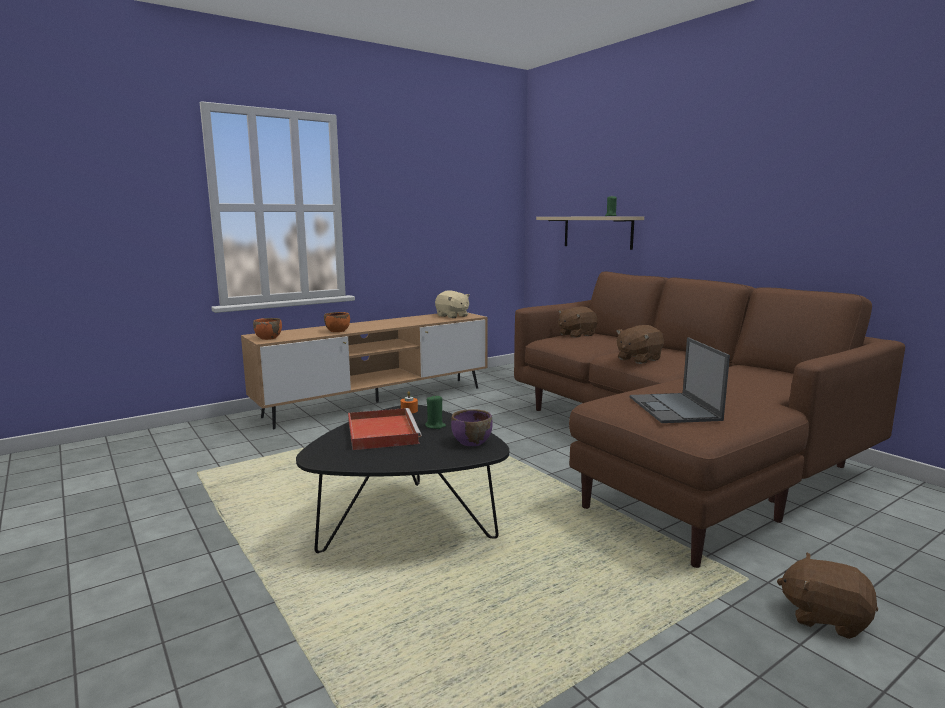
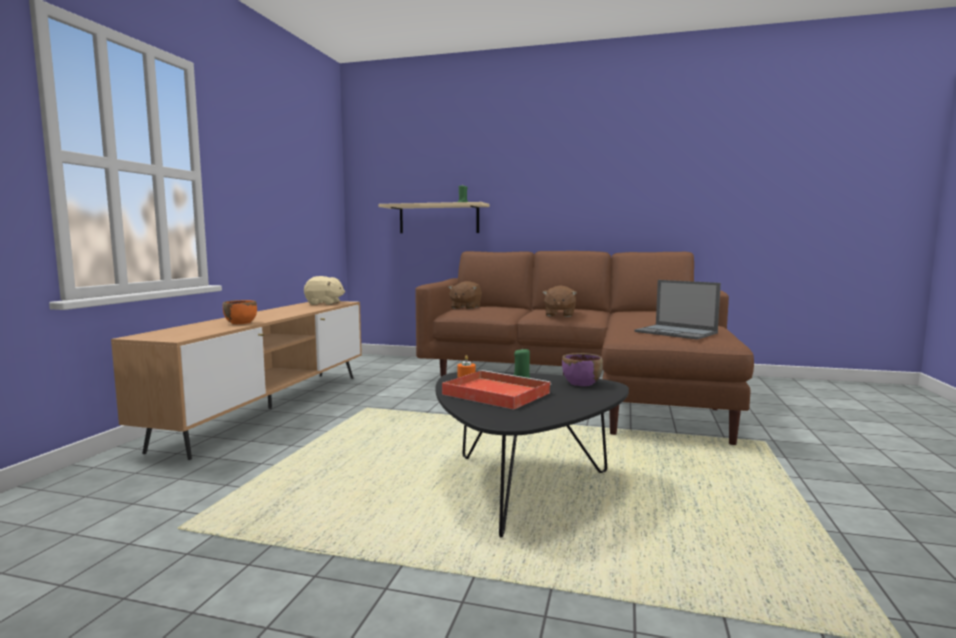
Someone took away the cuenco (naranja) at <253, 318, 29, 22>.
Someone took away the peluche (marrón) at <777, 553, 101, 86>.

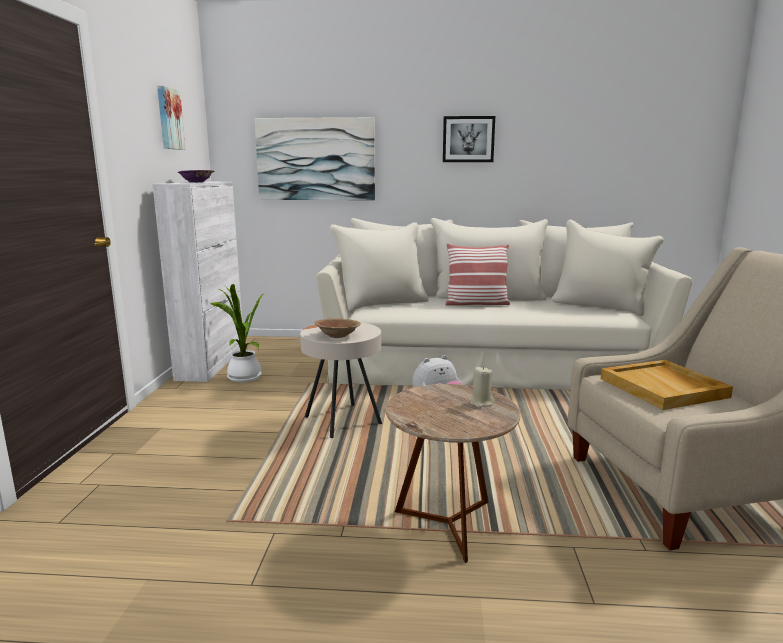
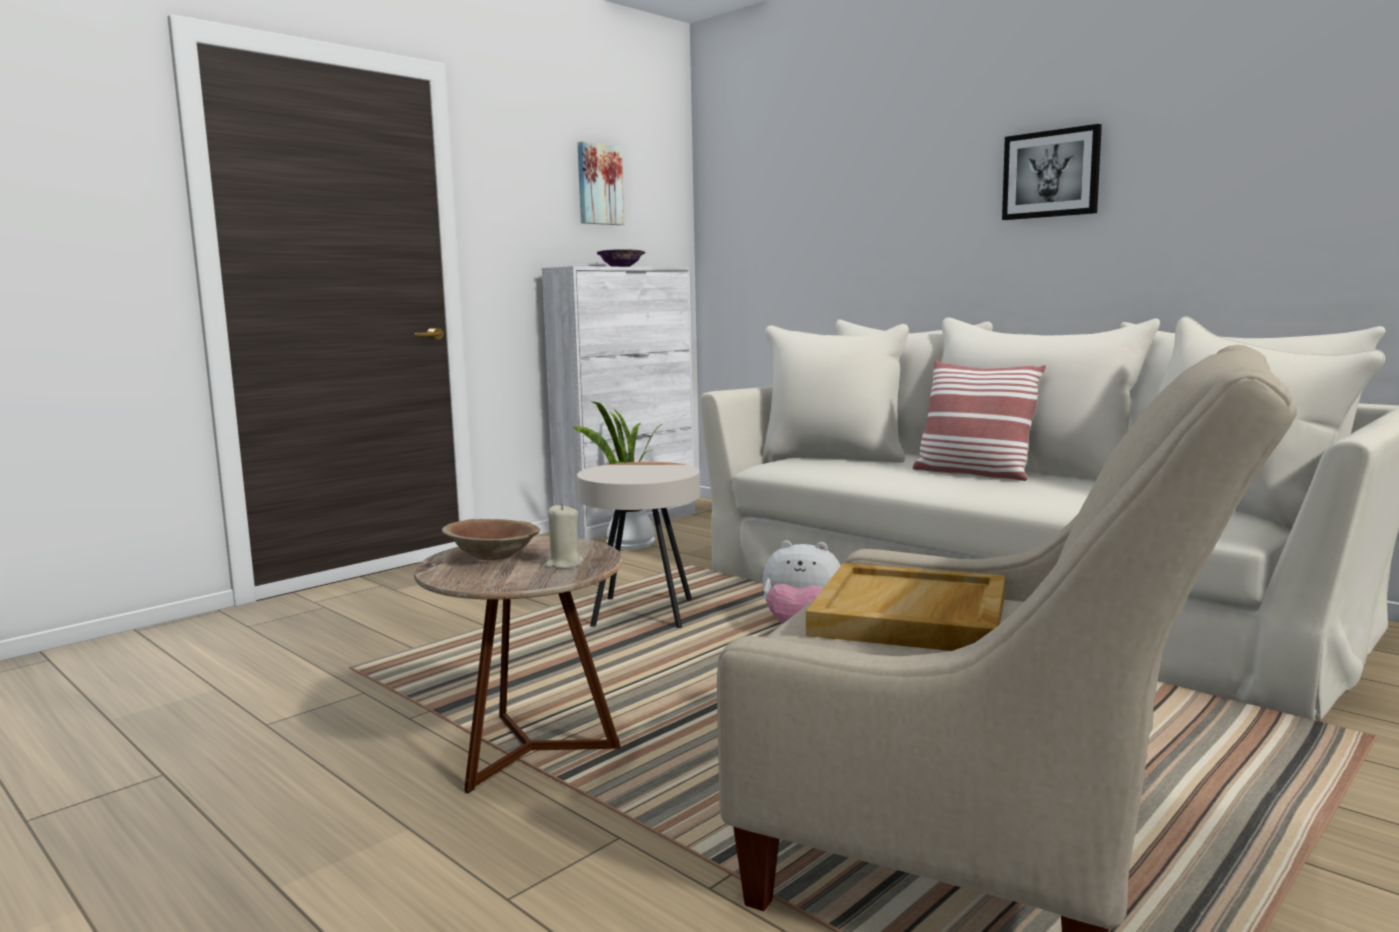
Someone took away the cuadro at <255, 117, 120, 83>.
Someone carried the cuenco (marrón) from <315, 318, 46, 20> to <442, 519, 98, 41>.

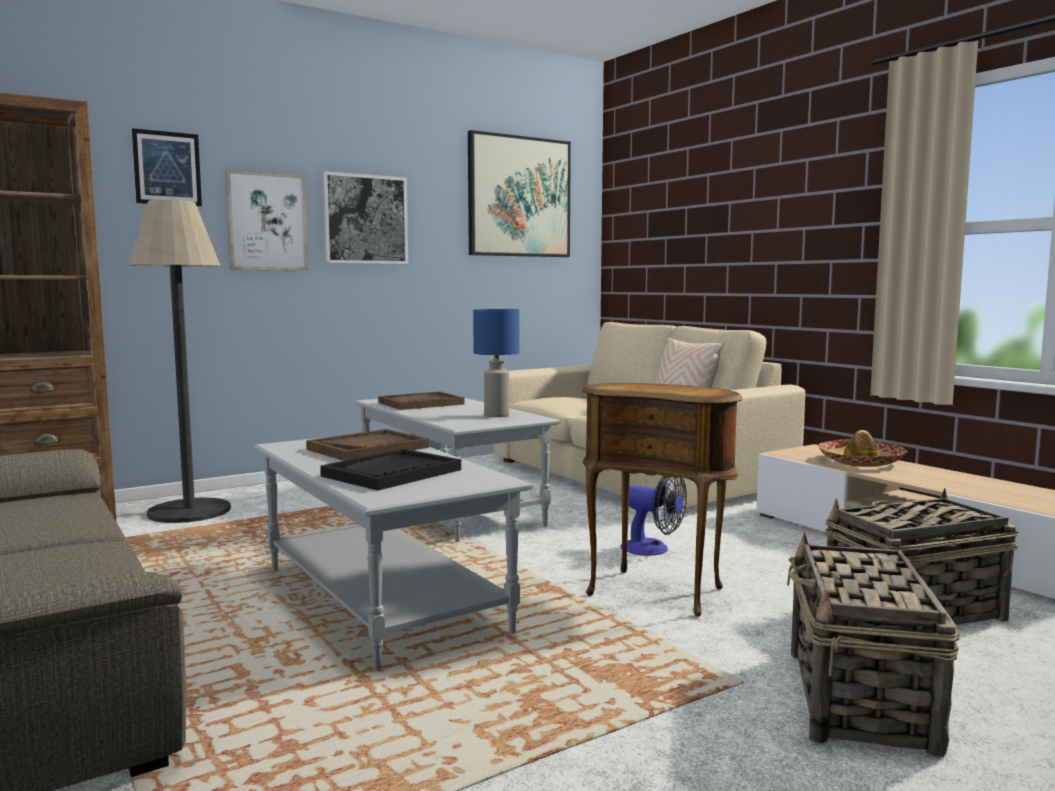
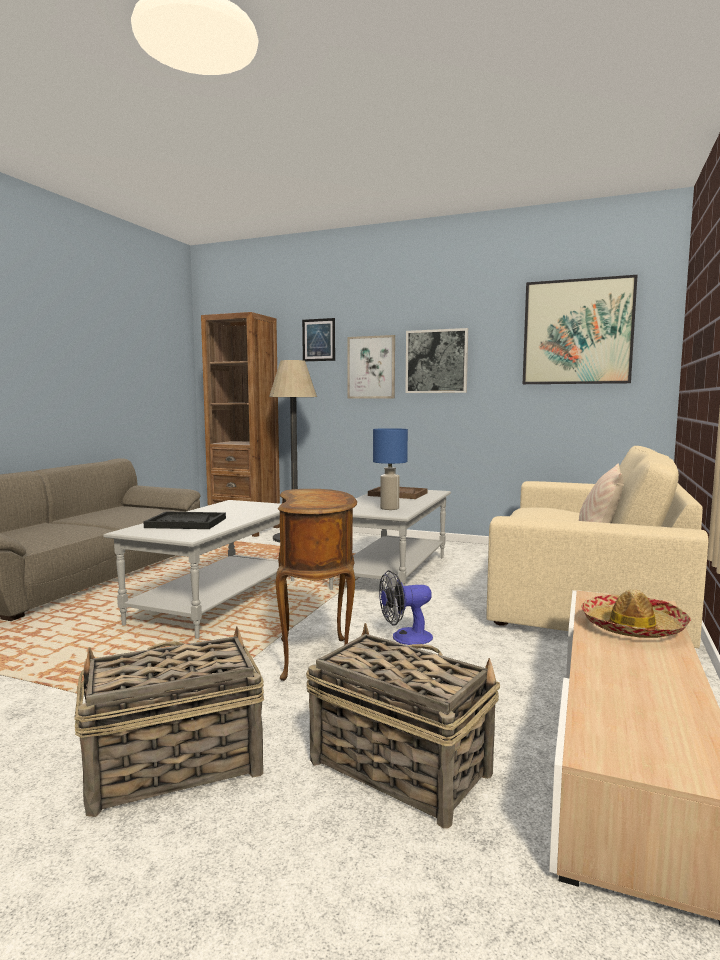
Someone took away the bandeja (marrón) at <306, 429, 123, 32>.
Someone rotated the ventilador at <621, 476, 66, 79> by 75 degrees clockwise.

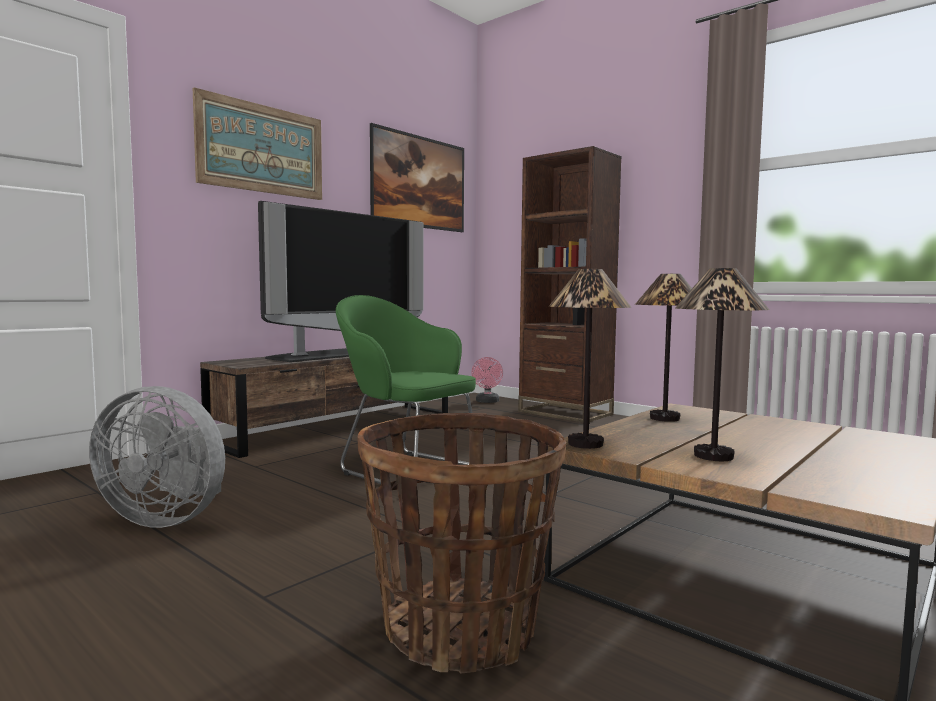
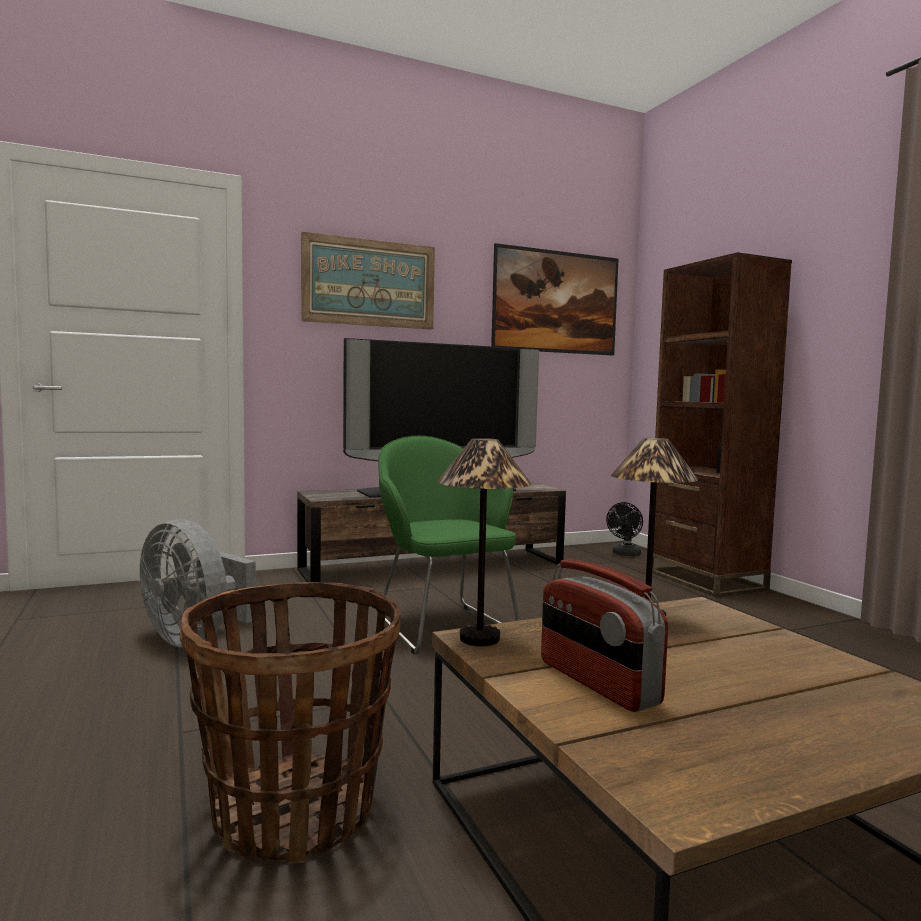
Someone swapped the lámpara de mesa at <675, 268, 94, 193> for the radio at <541, 559, 127, 153>.
Someone repainted the ventilador (rosa) at <471, 357, 32, 46>, which became the ventilador (negro) at <606, 502, 37, 54>.

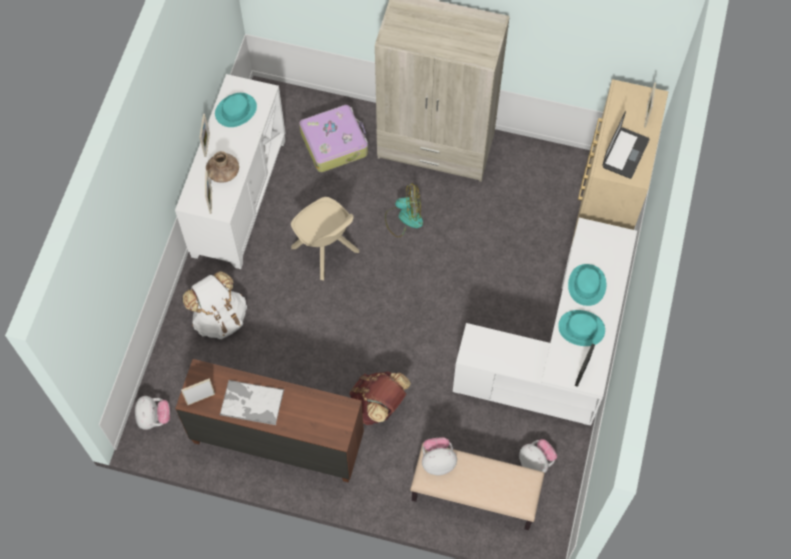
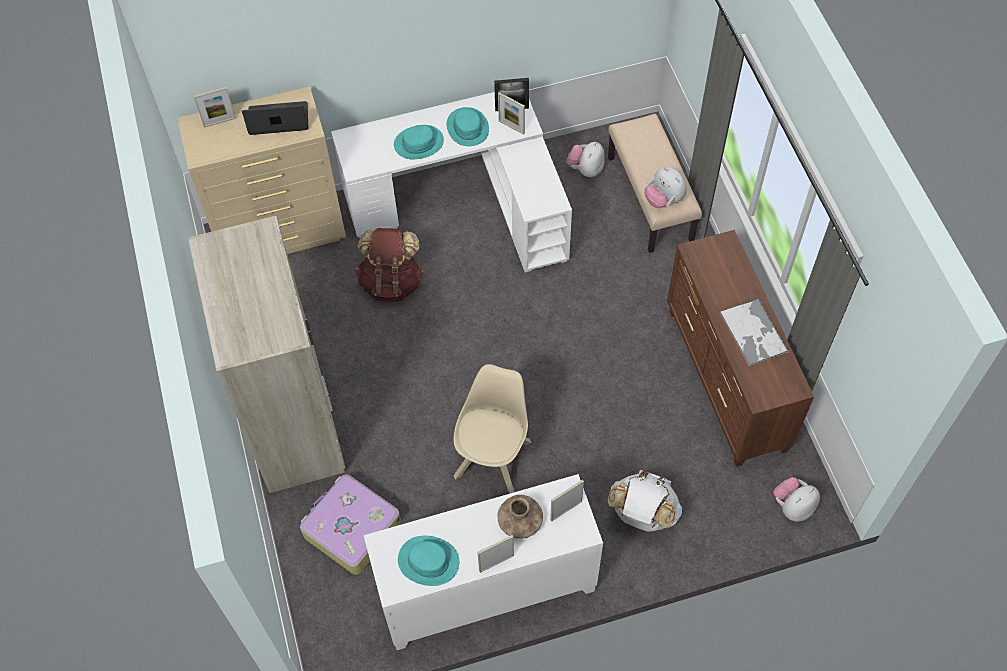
Someone took away the ventilador at <385, 183, 38, 54>.
Someone carried the mochila (marrón) from <349, 371, 62, 54> to <356, 228, 67, 74>.
Someone carried the portarretratos from <181, 378, 34, 27> to <498, 92, 27, 43>.

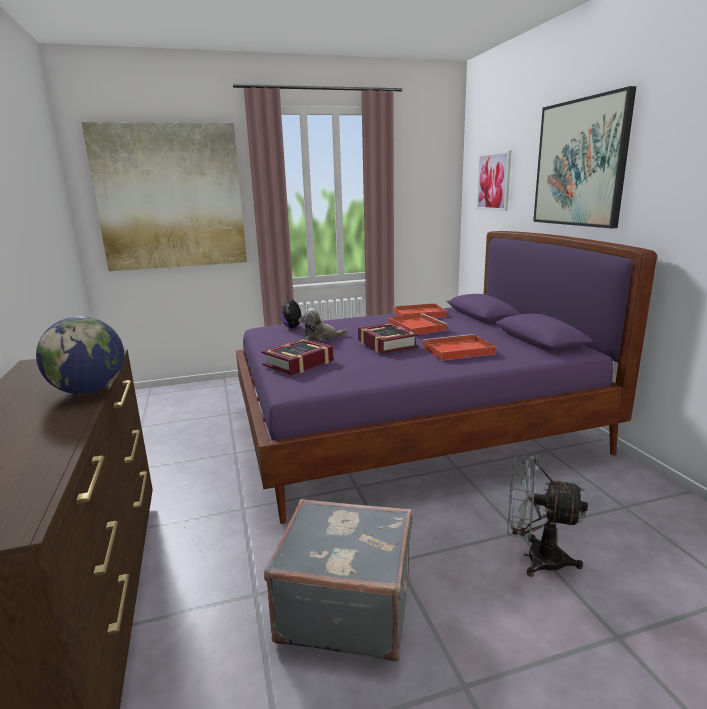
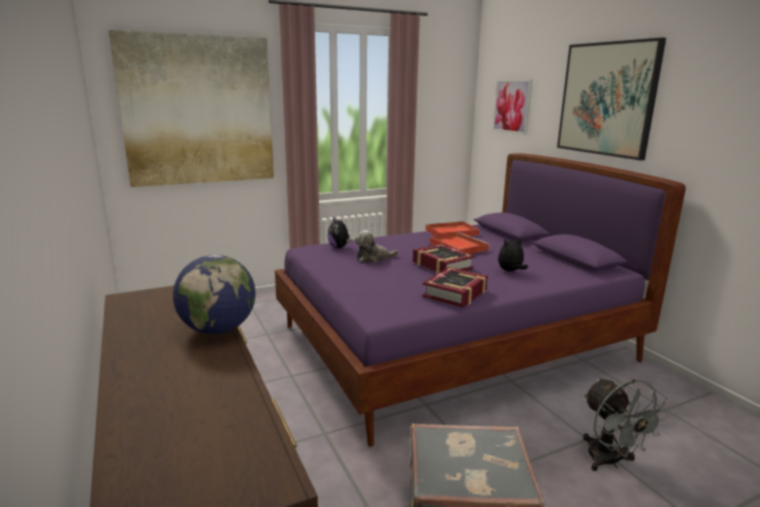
Someone swapped the bandeja (rojo) at <422, 334, 74, 27> for the peluche at <498, 237, 30, 35>.
Someone carried the libro from <261, 339, 73, 36> to <422, 267, 66, 41>.
Someone rotated the ventilador (gris) at <507, 453, 81, 124> by 120 degrees counterclockwise.

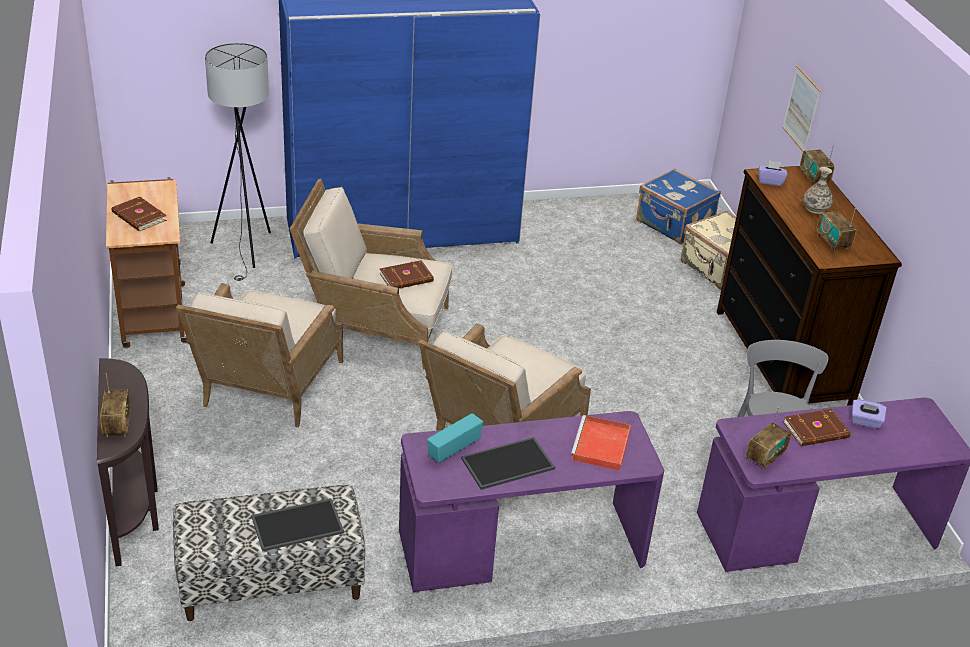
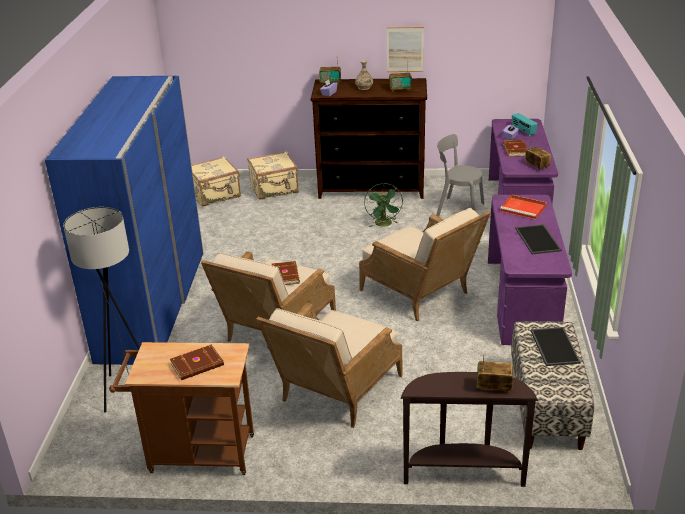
Someone carried the cuadro from <782, 65, 39, 87> to <387, 27, 37, 45>.
Someone repainted the maleta (azul) at <636, 168, 85, 77>, which became the maleta (beis) at <191, 156, 50, 50>.
Someone rotated the sillón (beis) at <176, 283, 167, 145> by 90 degrees clockwise.
Someone carried the radio from <427, 413, 56, 50> to <512, 113, 26, 23>.
Someone put down the ventilador (verde) at <364, 183, 39, 44>.

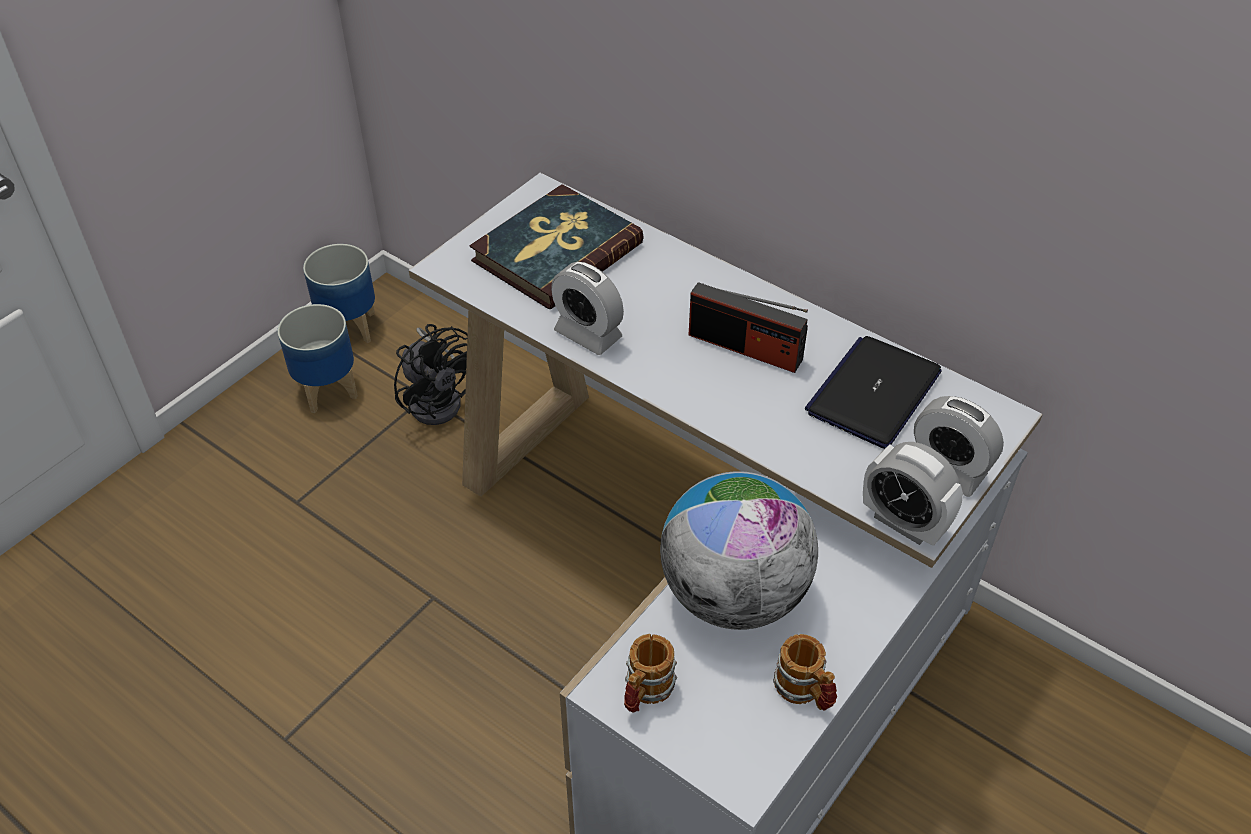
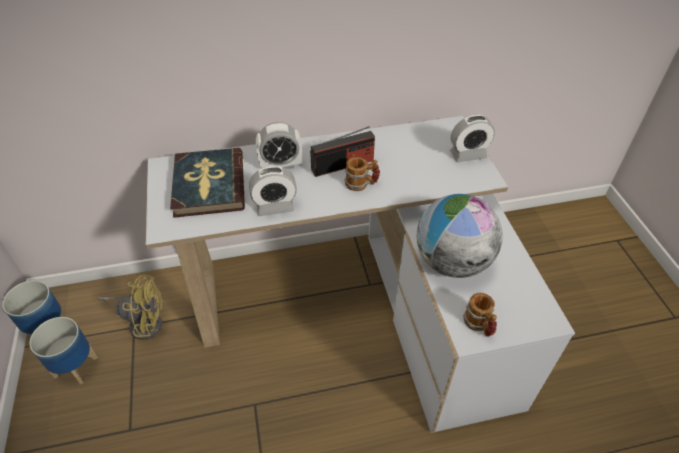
Someone repainted the ventilador (negro) at <394, 324, 74, 101>, which became the ventilador (amarillo) at <98, 274, 64, 66>.
Someone took away the portátil at <805, 336, 137, 113>.
Someone carried the despertador from <863, 442, 100, 104> to <256, 122, 46, 47>.
Someone carried the taza grande from <773, 634, 64, 77> to <344, 157, 36, 34>.

